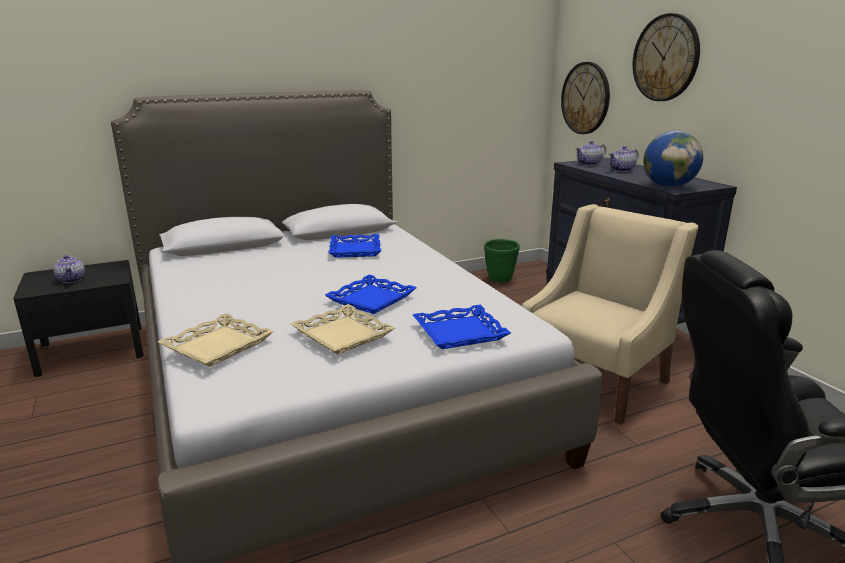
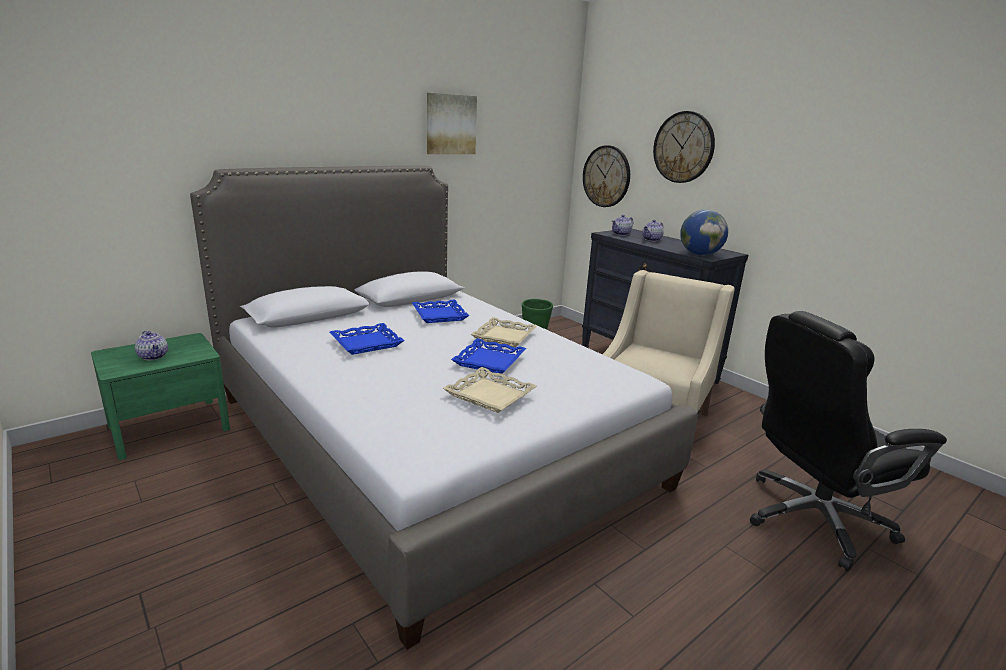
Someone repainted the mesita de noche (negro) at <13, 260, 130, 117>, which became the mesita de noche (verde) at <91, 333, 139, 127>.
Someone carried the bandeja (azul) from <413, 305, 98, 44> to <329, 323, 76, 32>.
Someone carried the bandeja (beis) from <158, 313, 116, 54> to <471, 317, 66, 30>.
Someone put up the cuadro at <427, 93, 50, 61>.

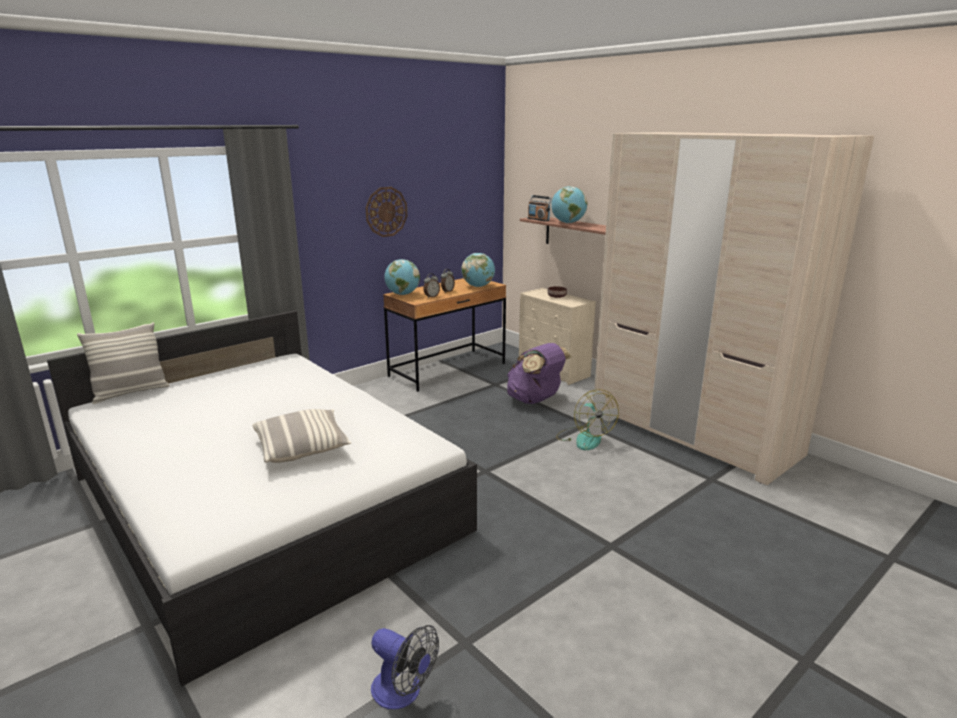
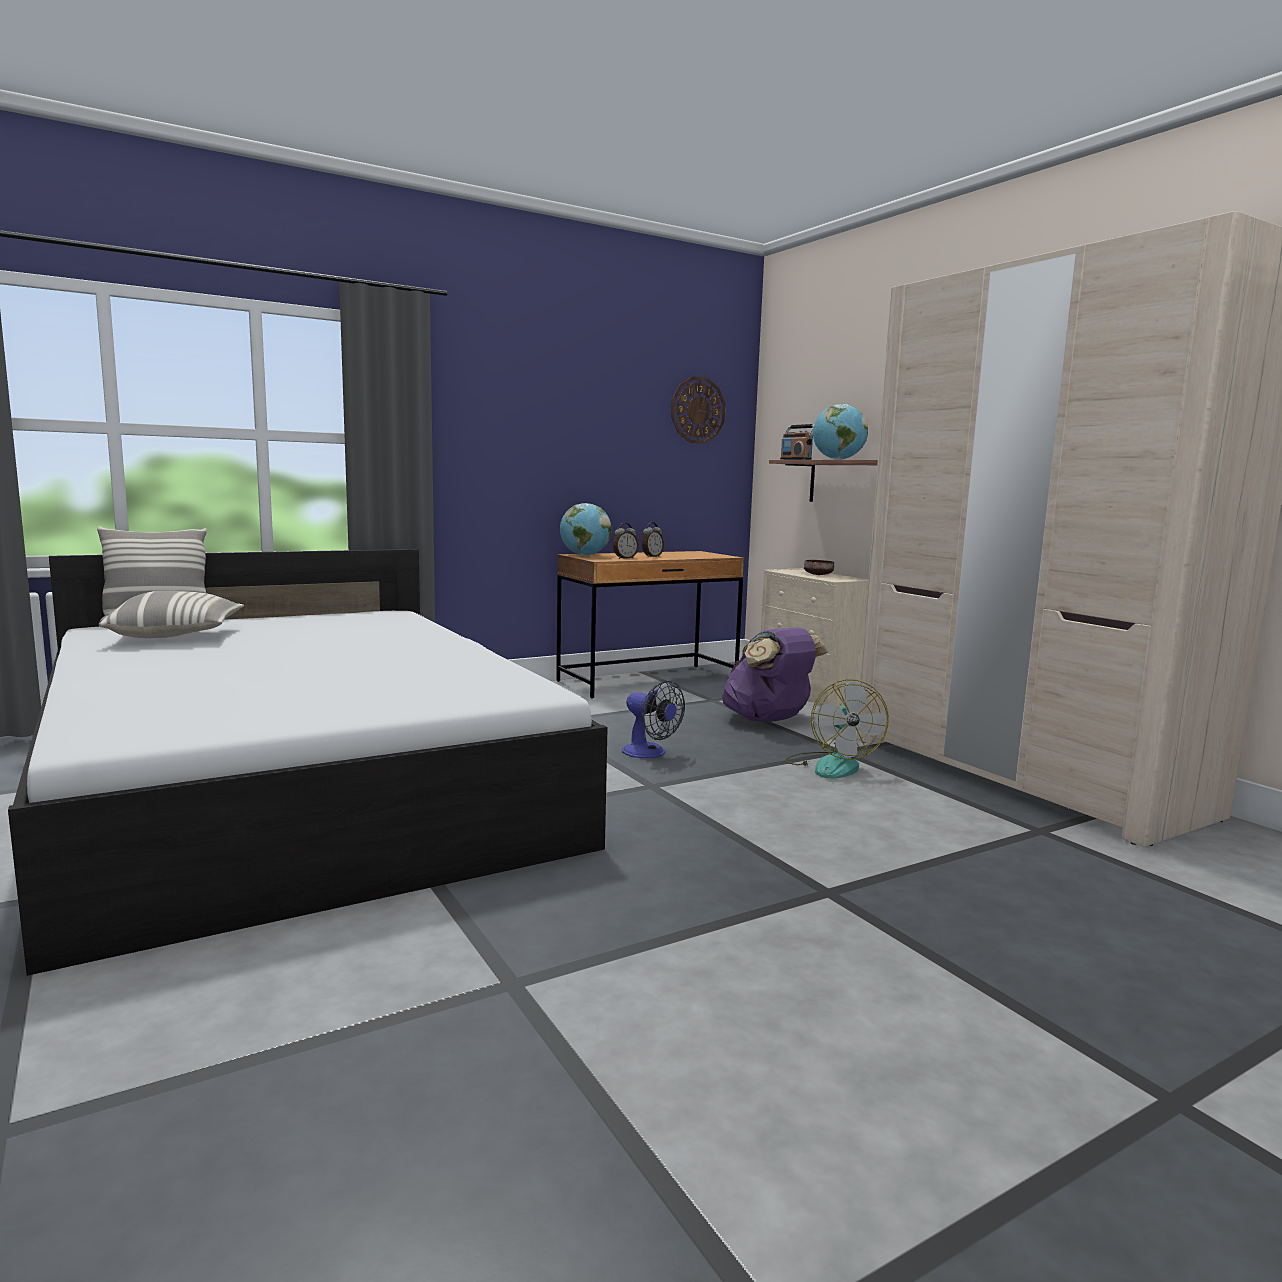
Someone carried the reloj de pared from <365, 187, 42, 50> to <671, 376, 54, 68>.
Someone took away the globo terráqueo at <462, 253, 33, 34>.
Someone carried the cojín from <252, 409, 99, 54> to <99, 591, 145, 47>.
Someone carried the ventilador from <371, 625, 68, 84> to <622, 681, 63, 77>.

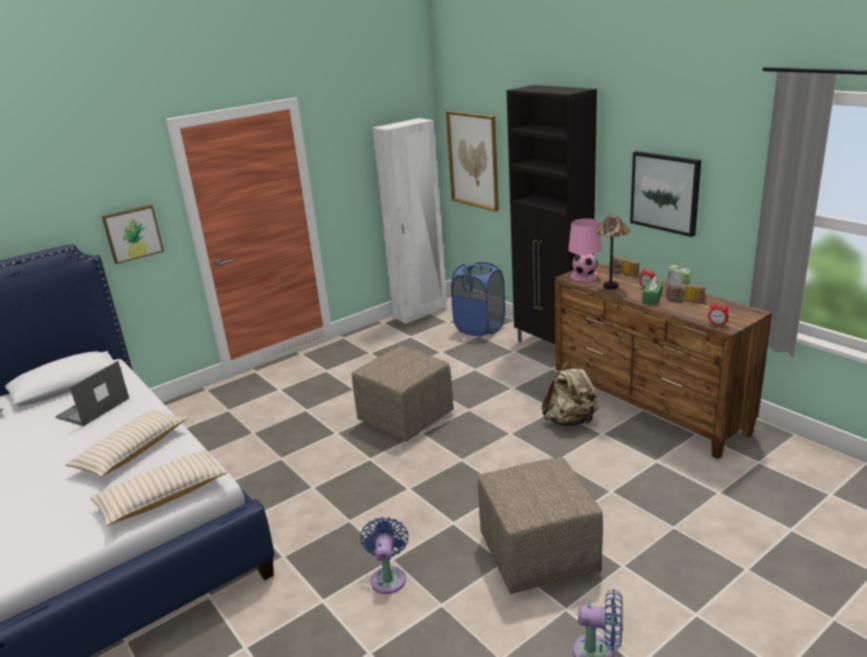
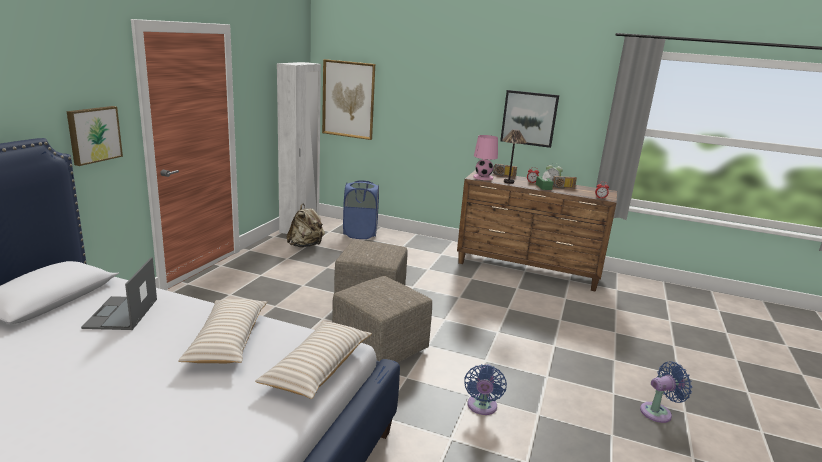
Someone took away the armario (negro) at <507, 85, 90, 259>.
Someone carried the mochila (beis) from <542, 361, 58, 65> to <286, 204, 39, 44>.
Someone carried the puf (beis) from <478, 457, 125, 137> to <332, 276, 100, 87>.
Someone rotated the ventilador (azul) at <360, 517, 48, 77> by 135 degrees counterclockwise.

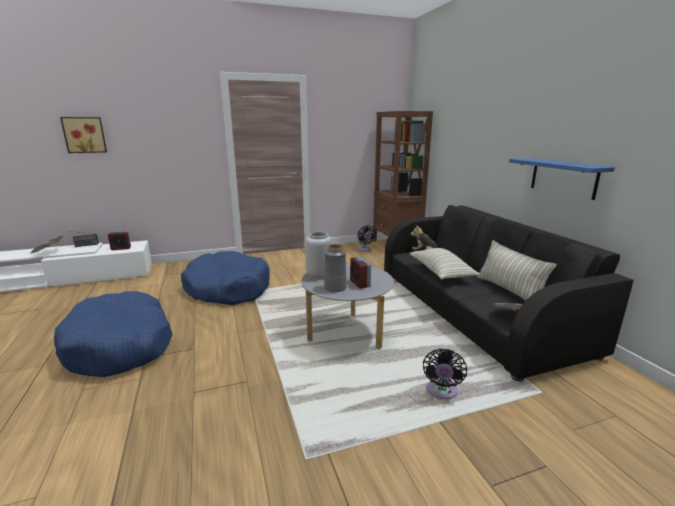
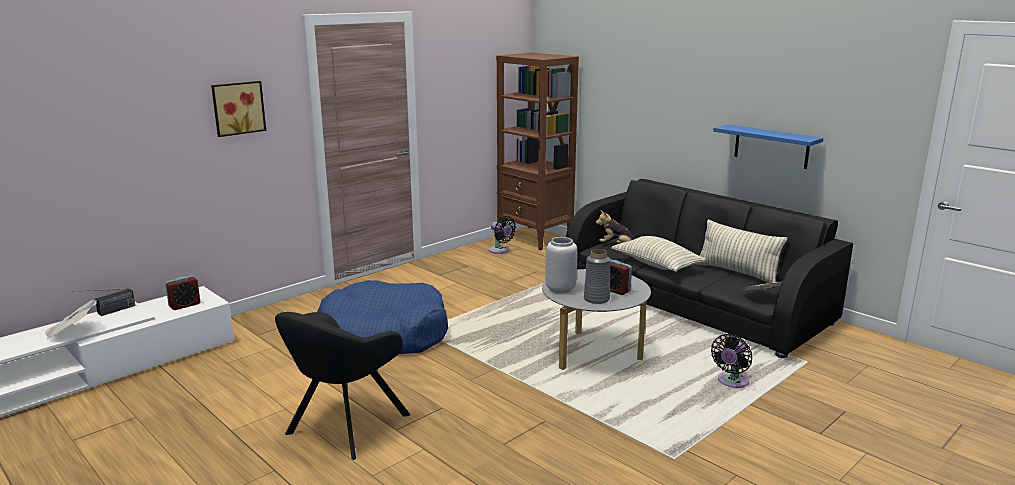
Someone carried the cuadro from <60, 117, 47, 36> to <211, 81, 55, 56>.
Someone swapped the cama para perro (azul) at <54, 291, 119, 86> for the sillón (negro) at <275, 312, 135, 148>.
Someone rotated the ventilador (negro) at <423, 348, 44, 51> by 45 degrees clockwise.

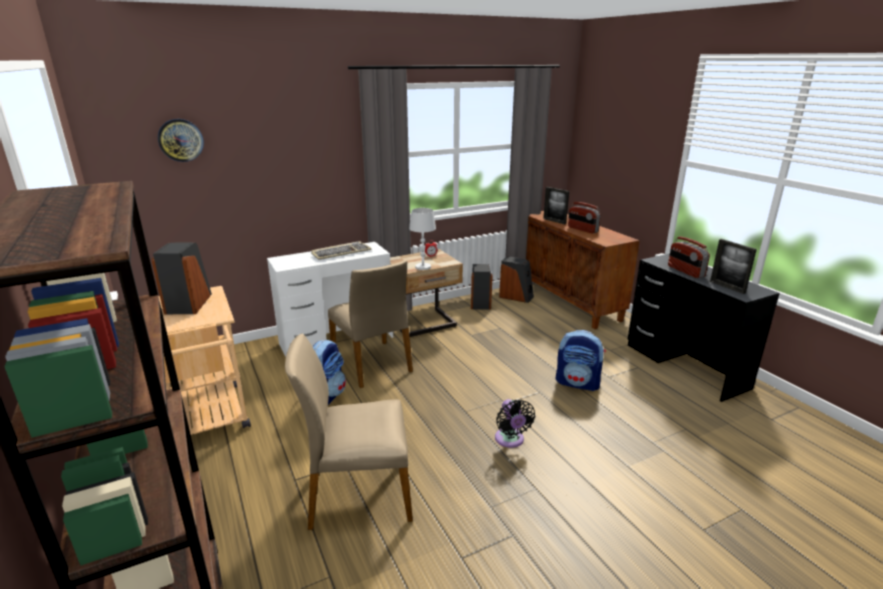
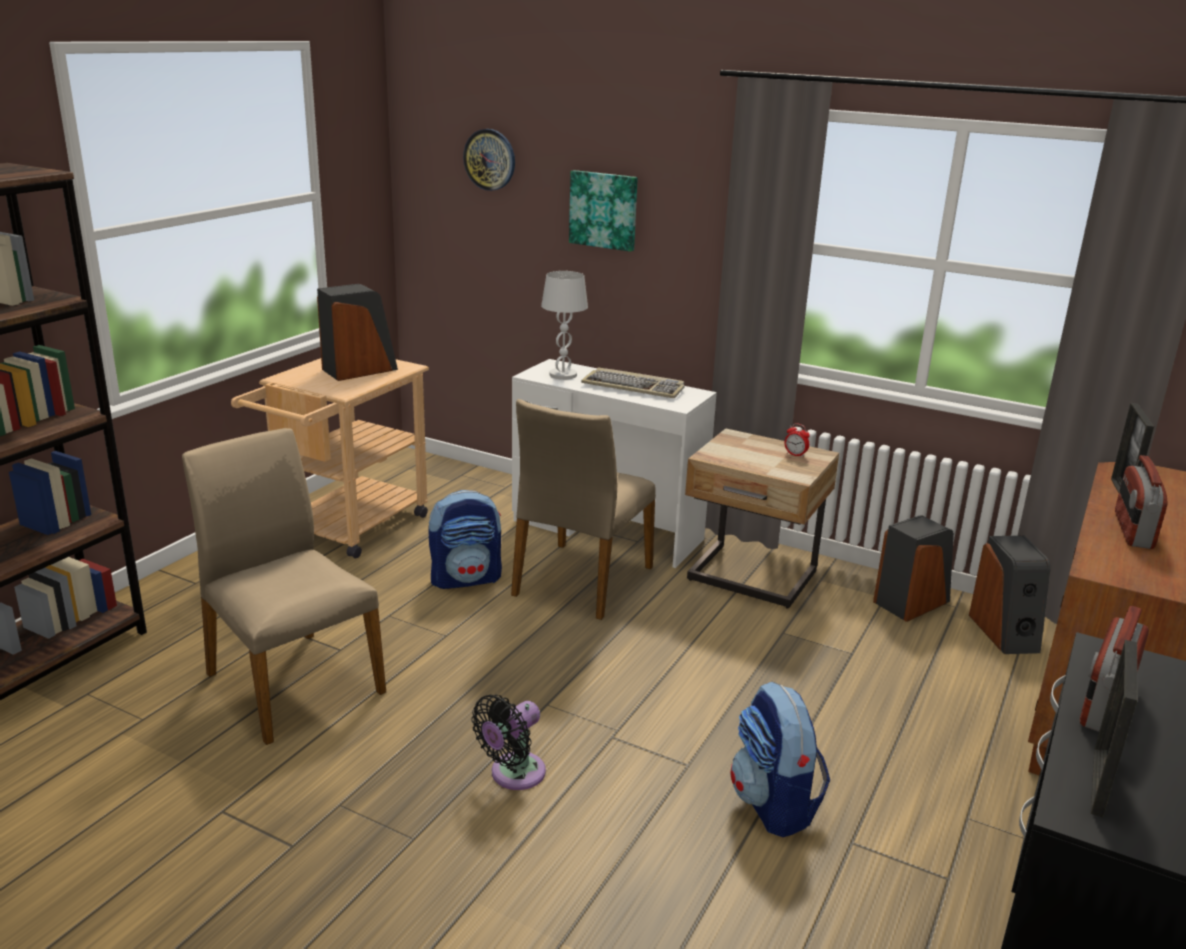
Someone carried the lámpara de mesa (blanco) from <409, 208, 27, 62> to <541, 271, 47, 109>.
Someone put up the cuadro at <569, 170, 69, 82>.

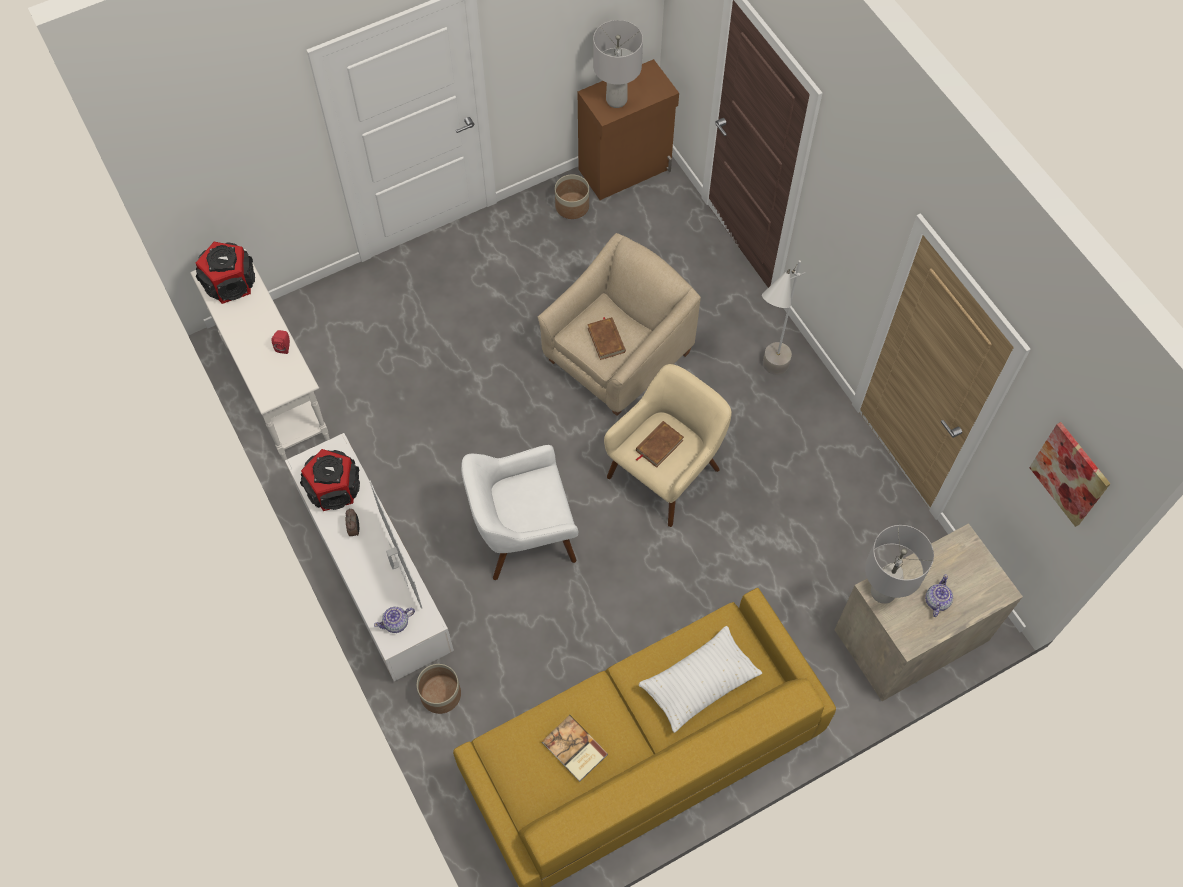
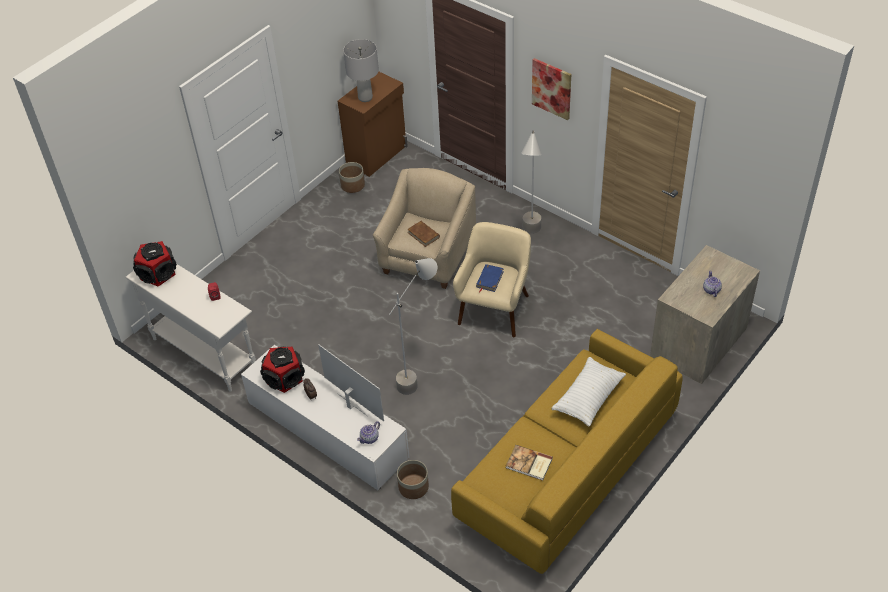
Someone repainted the libro (marrón) at <635, 421, 49, 47>, which became the libro (azul) at <476, 264, 28, 28>.
Someone carried the cuadro from <1029, 422, 81, 105> to <532, 58, 39, 62>.
Someone swapped the sillón (blanco) at <461, 445, 118, 135> for the lámpara de pie (gris) at <389, 258, 48, 137>.
Someone took away the lámpara de mesa (gris) at <865, 525, 69, 79>.

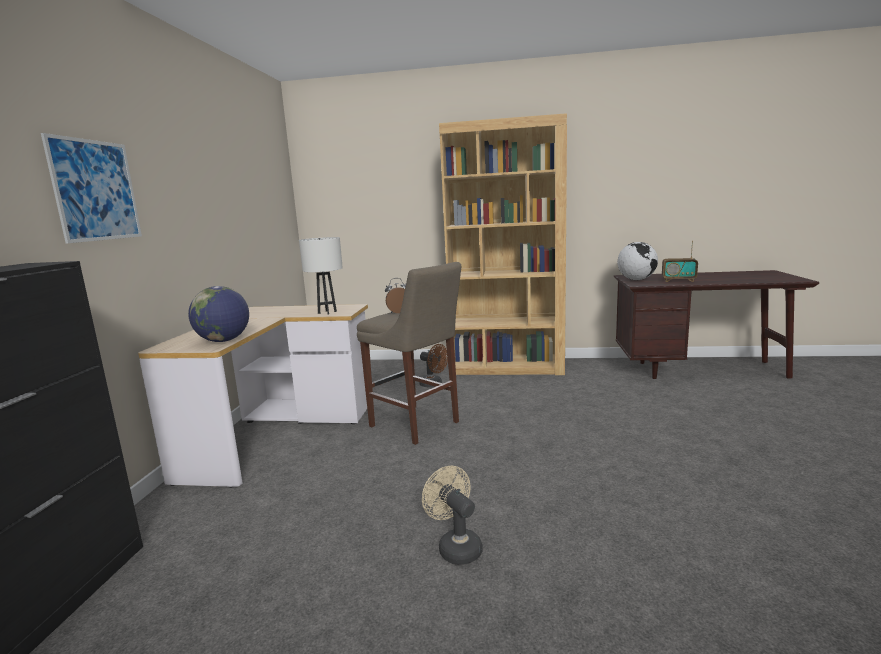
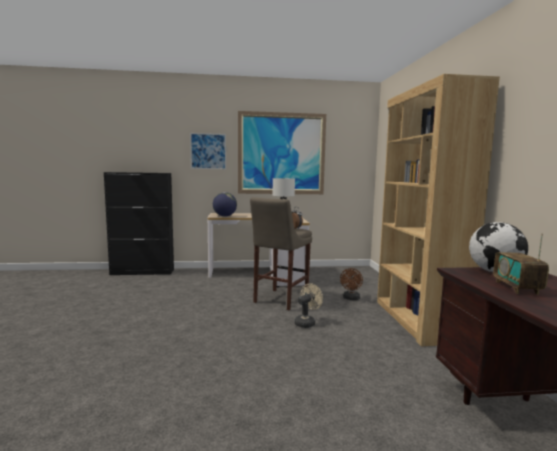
Someone carried the ventilador (beis) from <422, 466, 61, 99> to <294, 283, 29, 45>.
Someone put up the cuadro at <238, 111, 88, 83>.

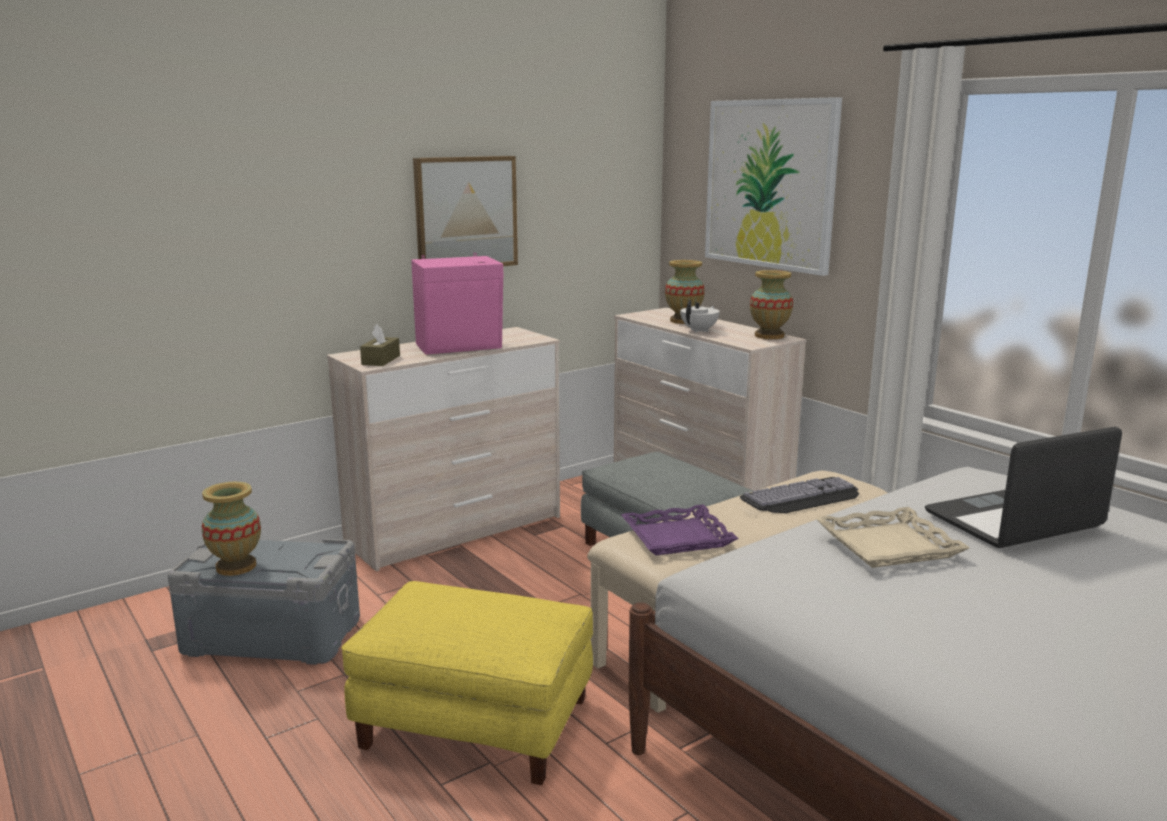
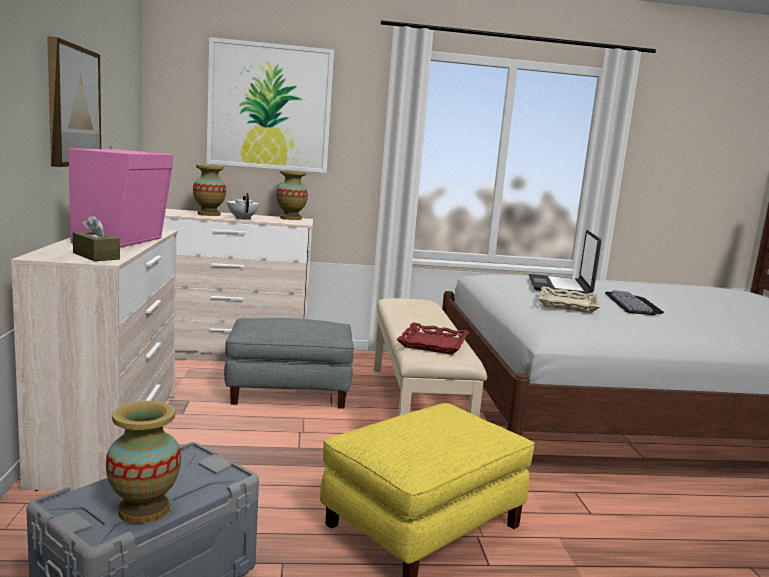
Someone carried the teclado from <740, 477, 119, 36> to <605, 290, 59, 25>.
Someone repainted the bandeja (morado) at <621, 505, 118, 51>, which became the bandeja (rojo) at <397, 323, 72, 32>.

